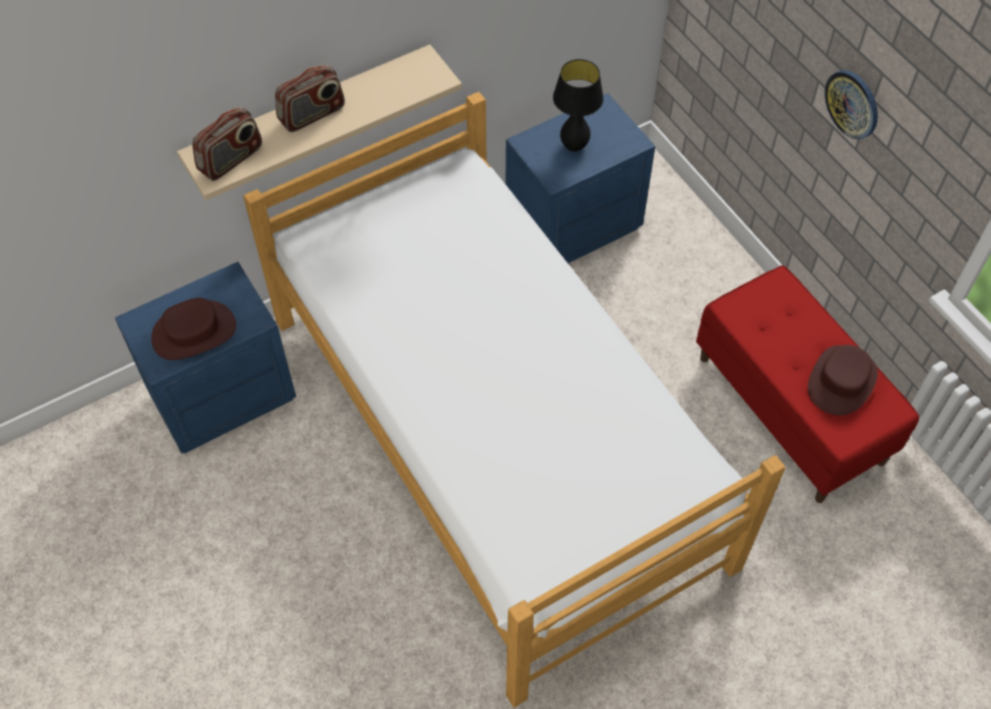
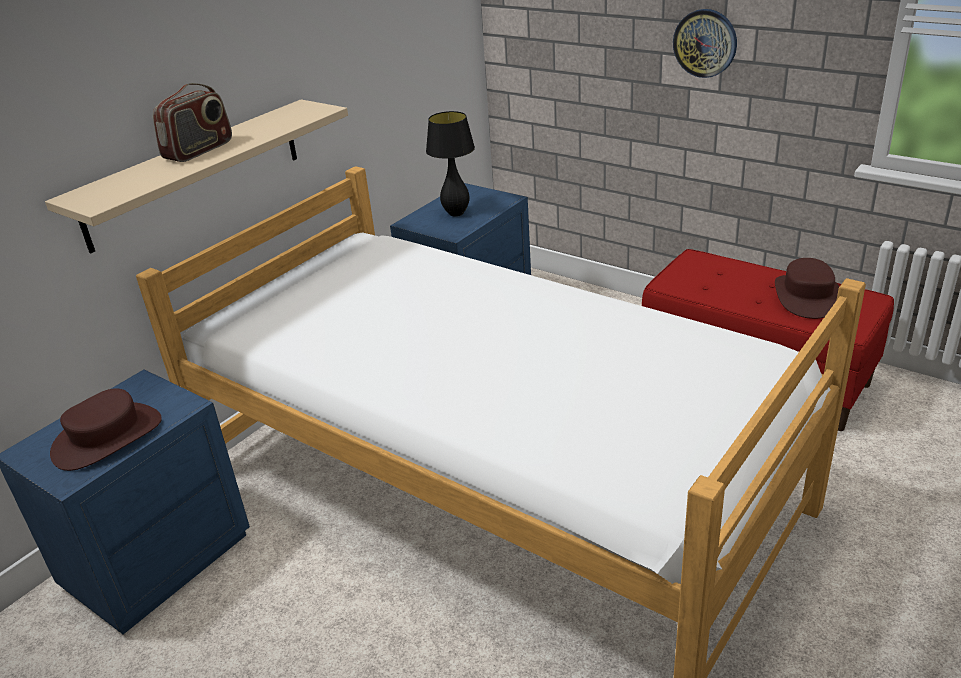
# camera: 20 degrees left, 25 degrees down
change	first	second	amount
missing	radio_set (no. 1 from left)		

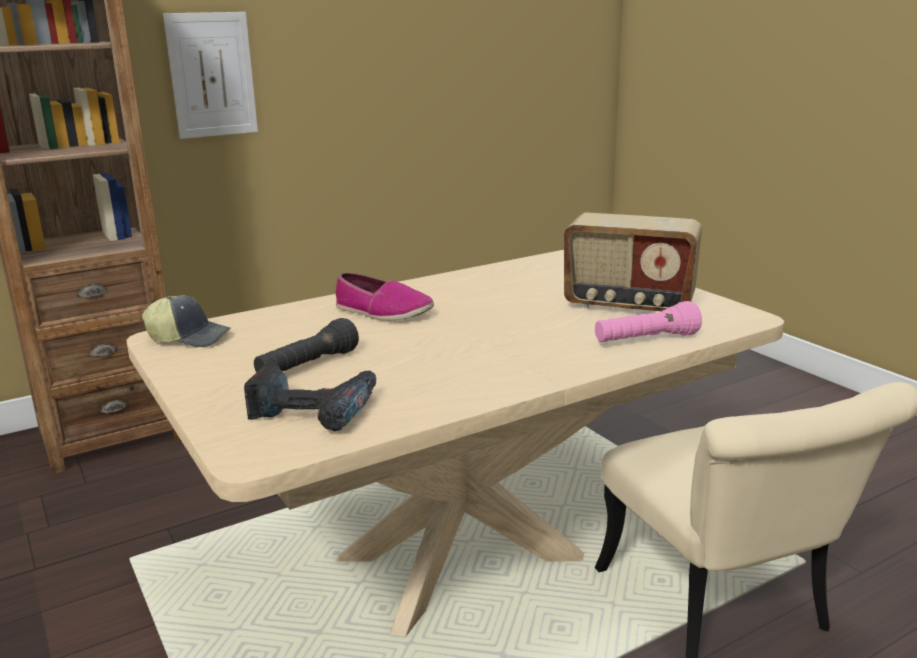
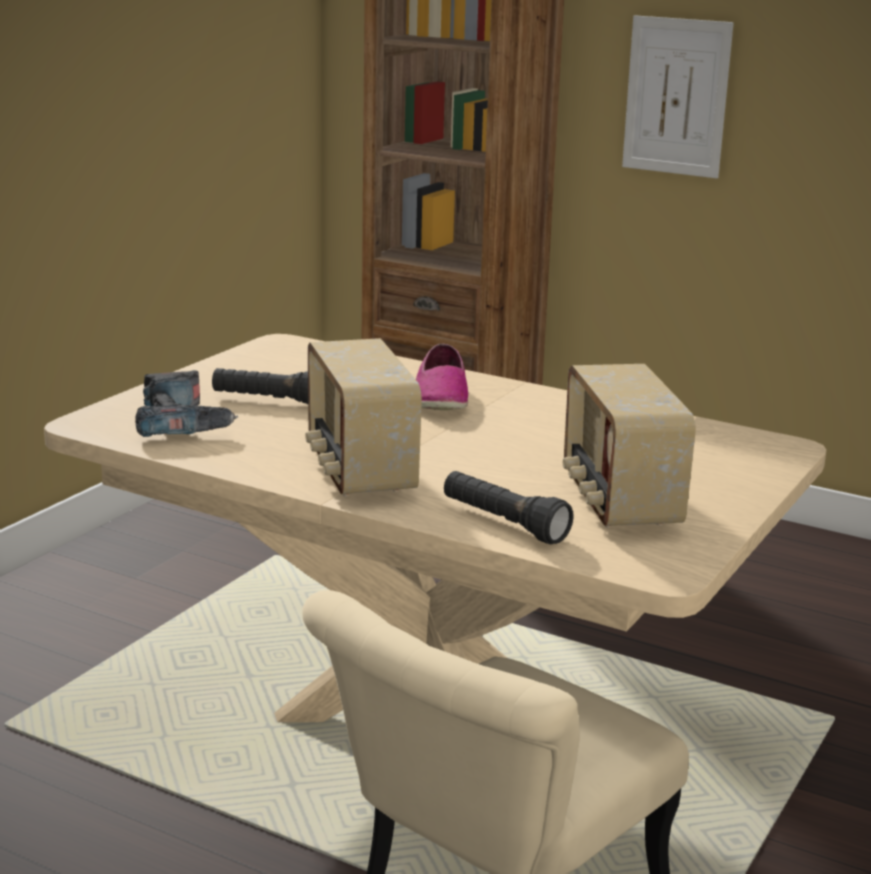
# camera: 60 degrees right, 0 degrees up
change	first	second	amount
missing	baseball_cap		
appeared		radio_set (no. 1 from left)	
colour	pink-coloured_torch	black_torch (no. 2 from left)	

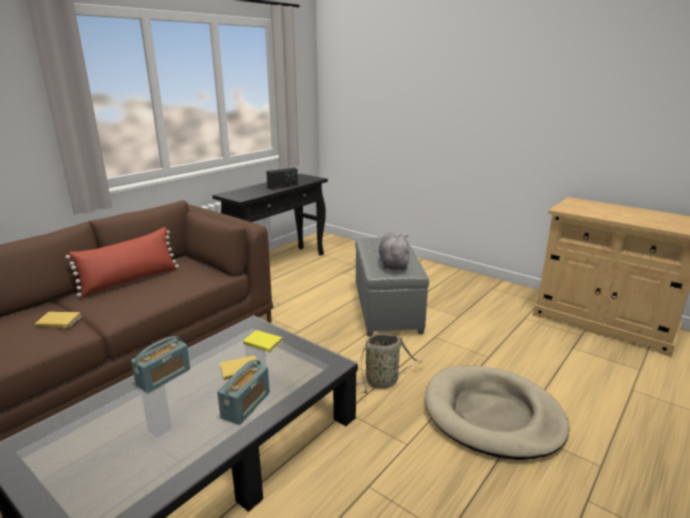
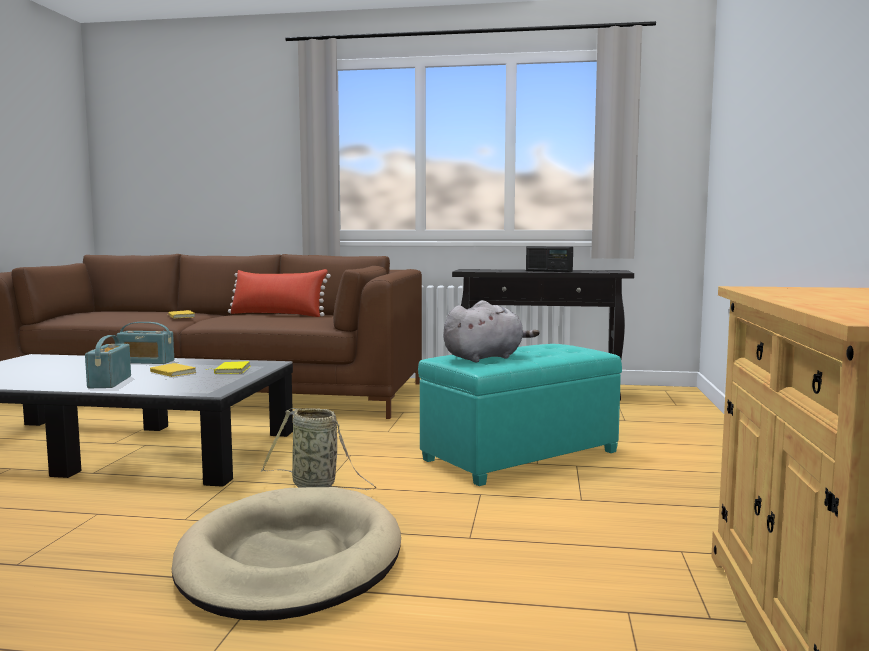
# camera: 60 degrees right, 15 degrees down
change	first	second	amount
colour	greyish_pouffe	turquoise-coloured_pouffe	
spun	radio_set (no. 2 from left in the first image)	radio_set (no. 1 from left)	90 degrees clockwise

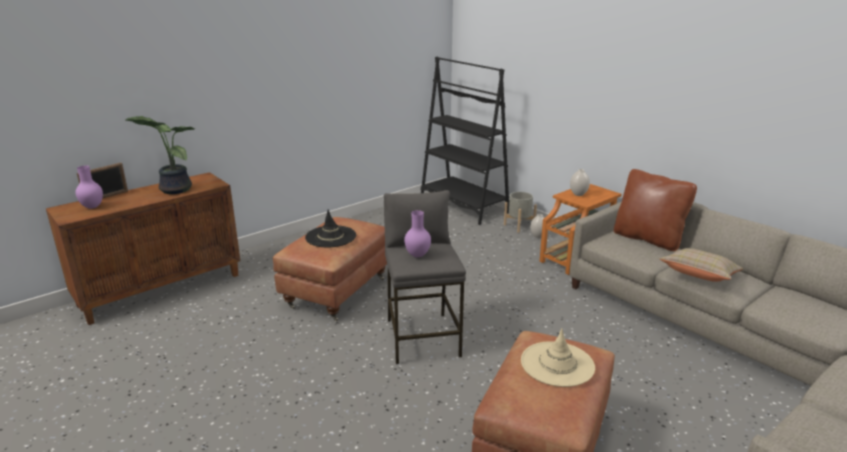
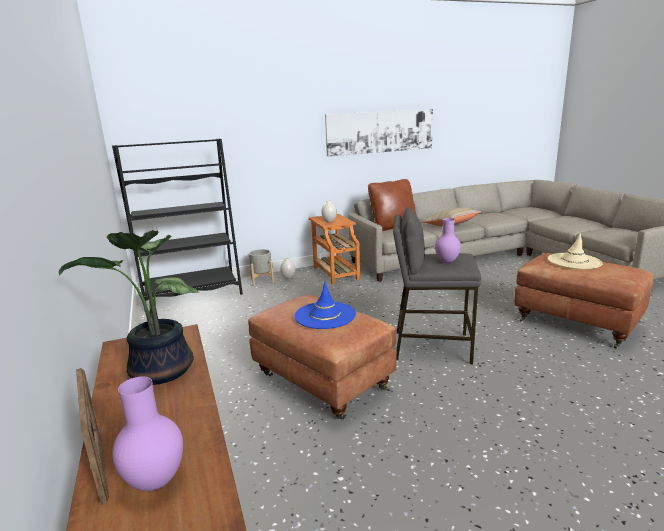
# camera: 70 degrees left, 5 degrees down
change	first	second	amount
appeared		wall_art	
colour	black_wearable_hat	blue_wearable_hat	

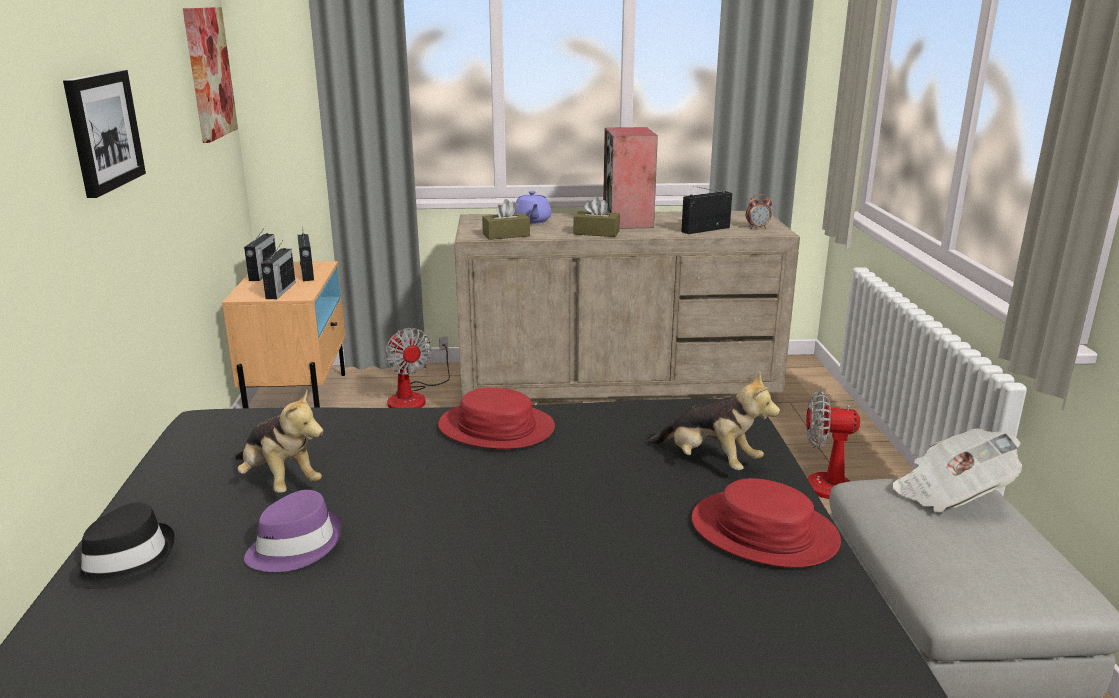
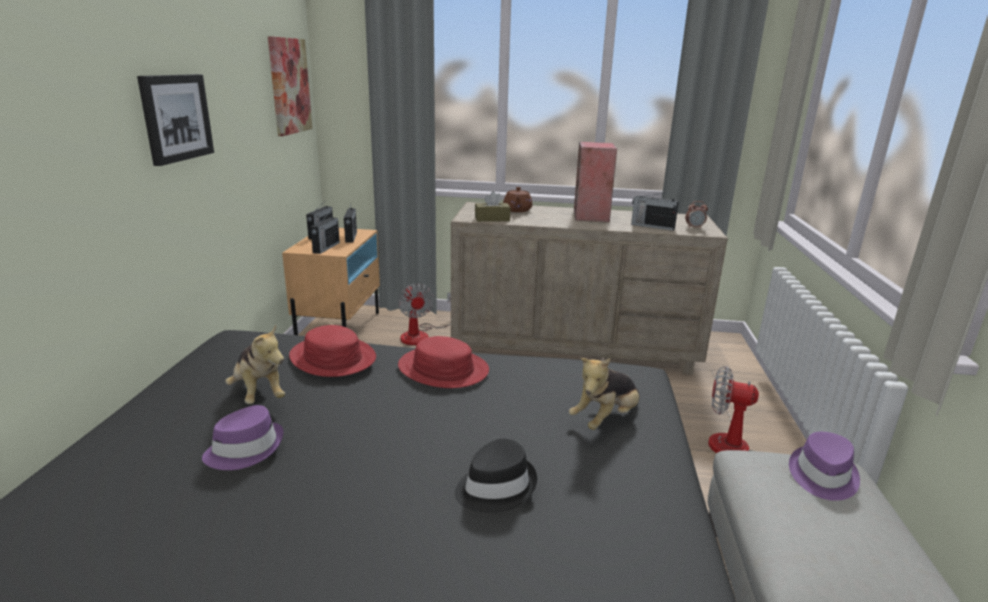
# camera: 10 degrees right, 0 degrees up
change	first	second	amount
missing	brownish_tissue_holder (no. 2 from left)		
relocated	black_wearable_hat		
relocated	red-coloured_wearable_hat (no. 2 from left in the first image)	red-coloured_wearable_hat (no. 1 from left)	
exchanged	daily_paper	purple-coloured_wearable_hat (no. 2 from left)	
colour	purple-coloured_teapot	brownish_teapot	
spun	plush_toy (no. 2 from left)		90 degrees clockwise
spun	radio_set (no. 4 from left)		135 degrees counterclockwise

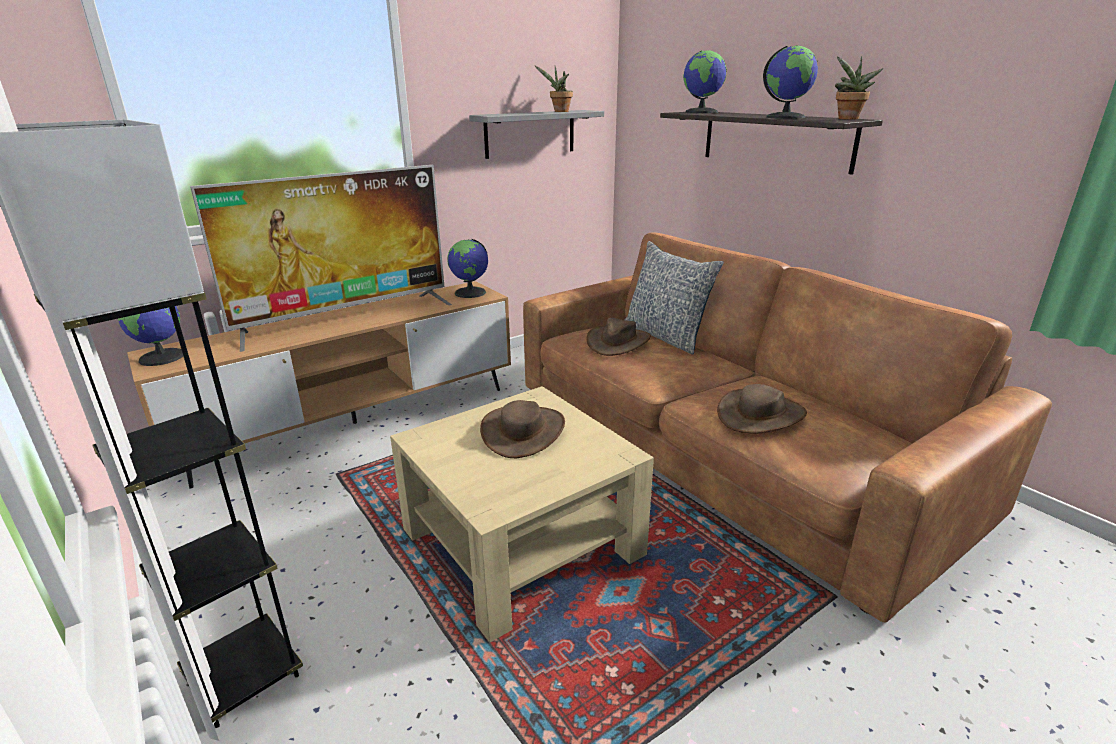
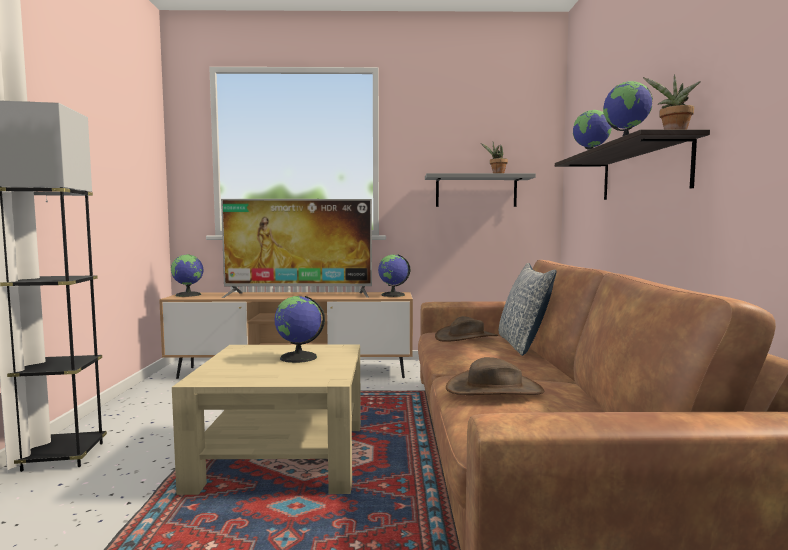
# camera: 35 degrees right, 20 degrees down
change	first	second	amount
exchanged	brownish_wearable_hat (no. 1 from left)	desk_globe (no. 2 from left)	

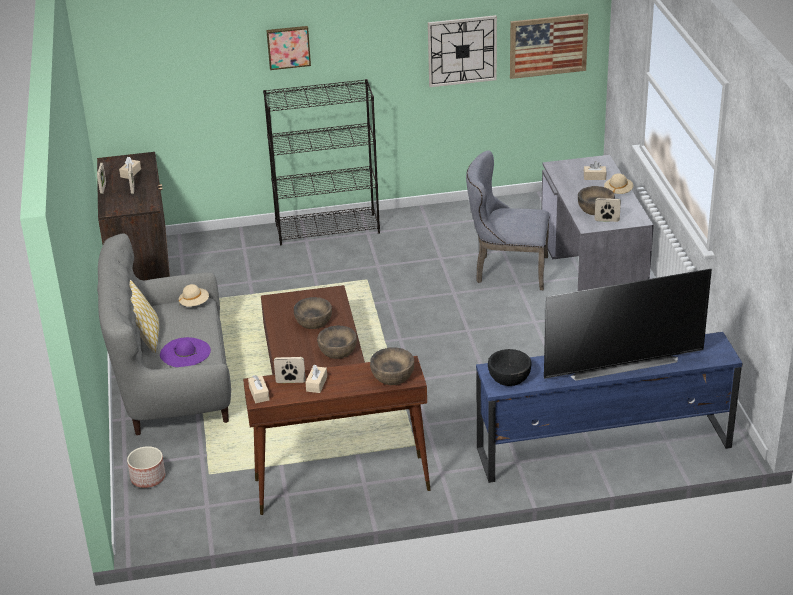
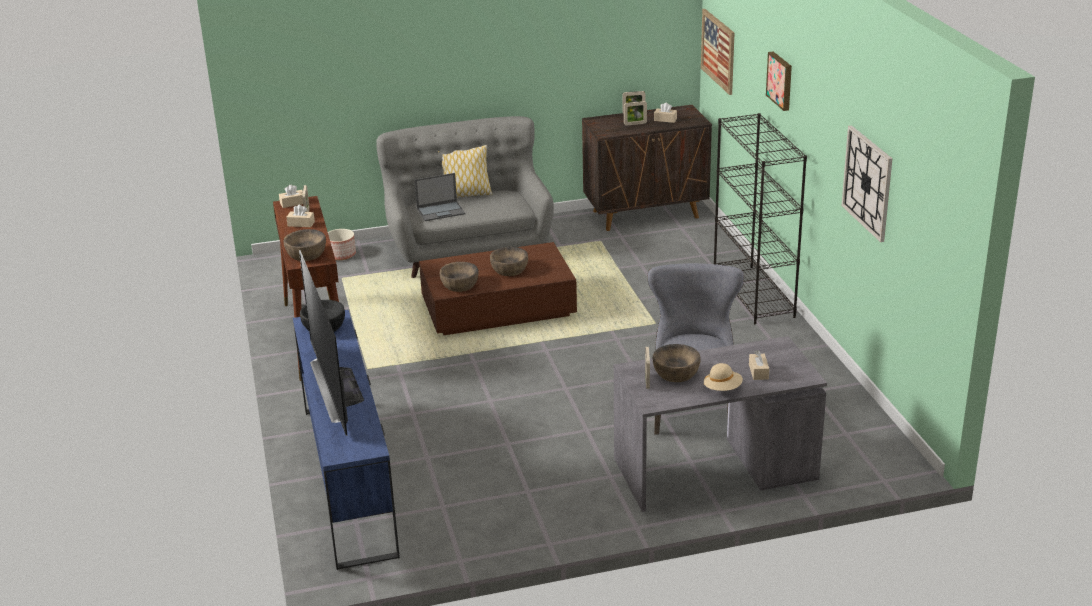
# camera: 85 degrees right, 5 degrees down
change	first	second	amount
missing	sand-coloured_wearable_hat (no. 1 from left)		
relocated	wall_art (no. 2 from left in the first image)	wall_art (no. 1 from left)	
exchanged	purple-coloured_wearable_hat	laptop	

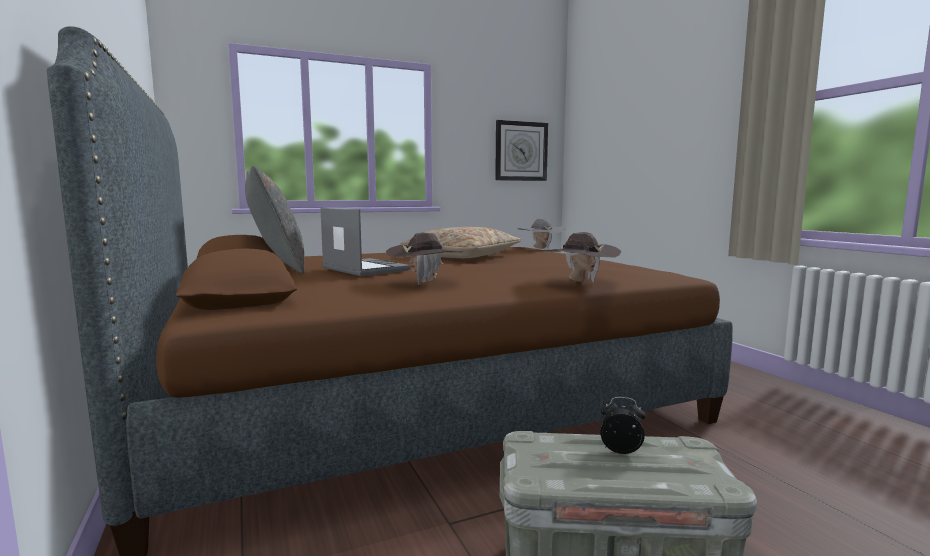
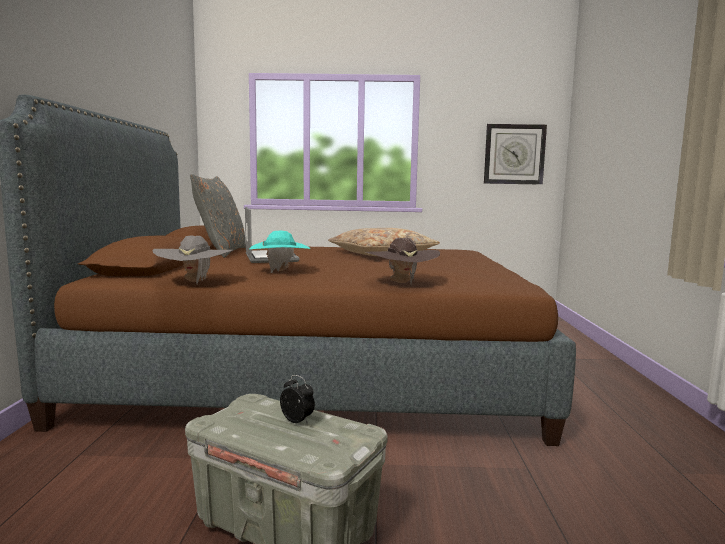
# camera: 25 degrees right, 0 degrees up
change	first	second	amount
relocated	greyish_wearable_hat		
colour	brownish_wearable_hat (no. 1 from left)	turquoise-coloured_wearable_hat	

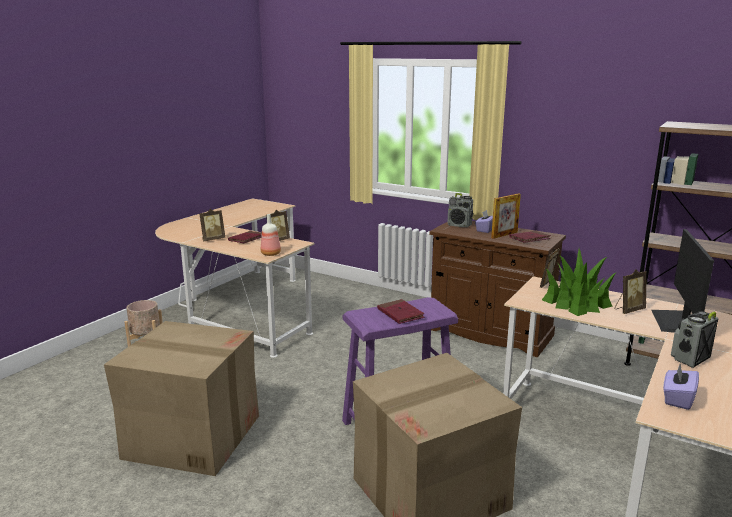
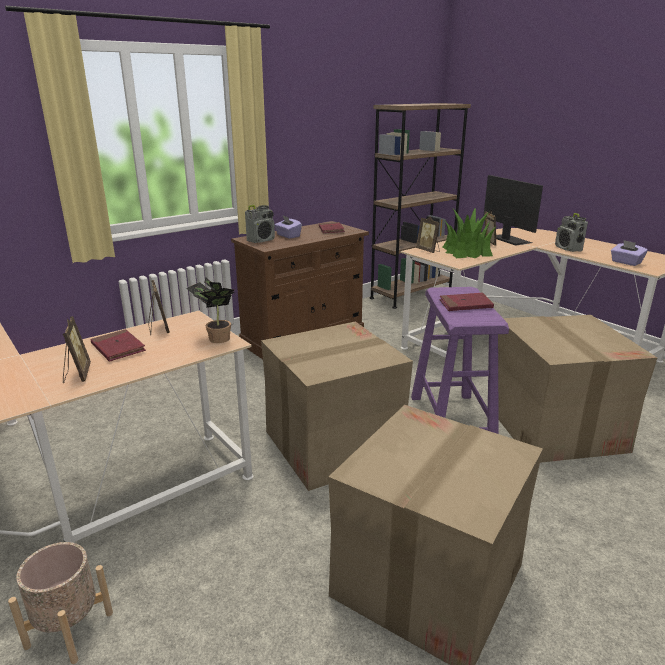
# camera: 70 degrees left, 5 degrees up
change	first	second	amount
missing	picture_frame (no. 3 from left)		
appeared		cardboard_box (no. 1 from left)	
exchanged	beverage_bottle	houseplant (no. 1 from left)	
spun	computer_screen		150 degrees counterclockwise

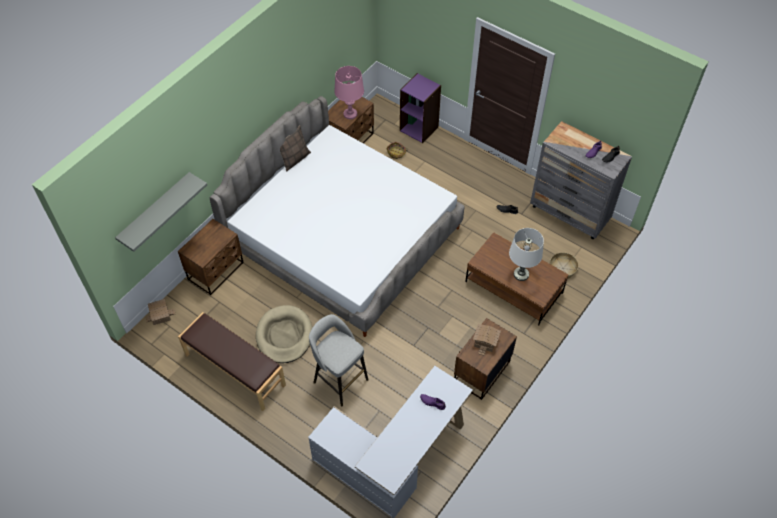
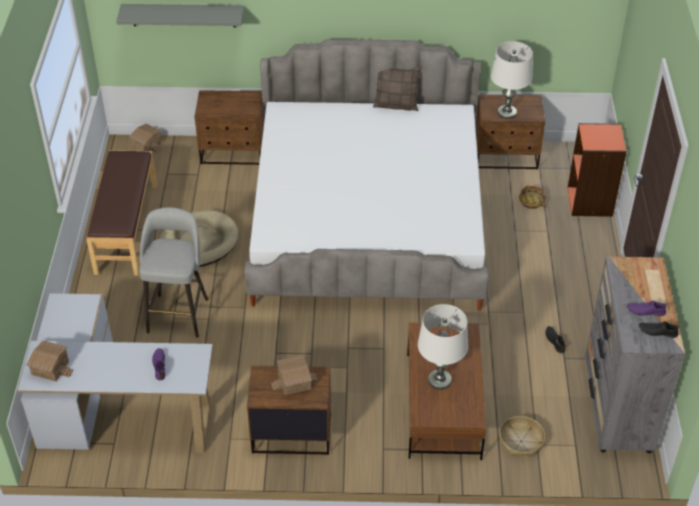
# camera: 55 degrees right, 10 degrees down
change	first	second	amount
appeared		toy_house (no. 1 from left)	
colour	pink-coloured_table_lamp	white_table_lamp (no. 2 from left)	
colour	purple-coloured_bookcase	orange-coloured_bookcase	

